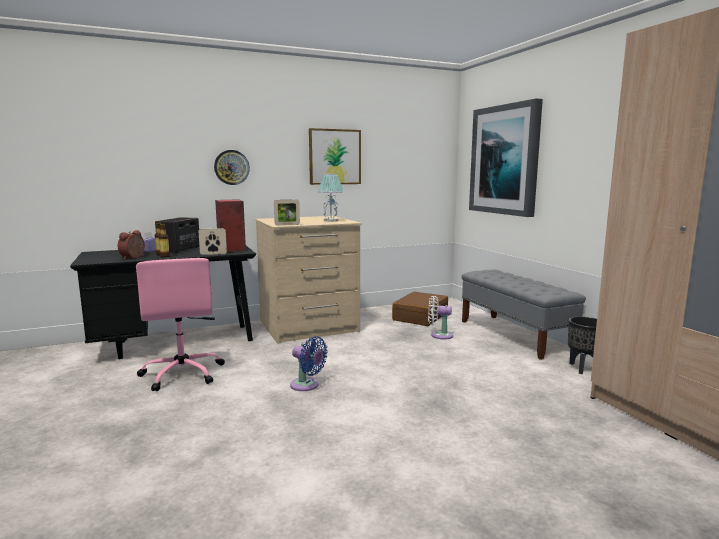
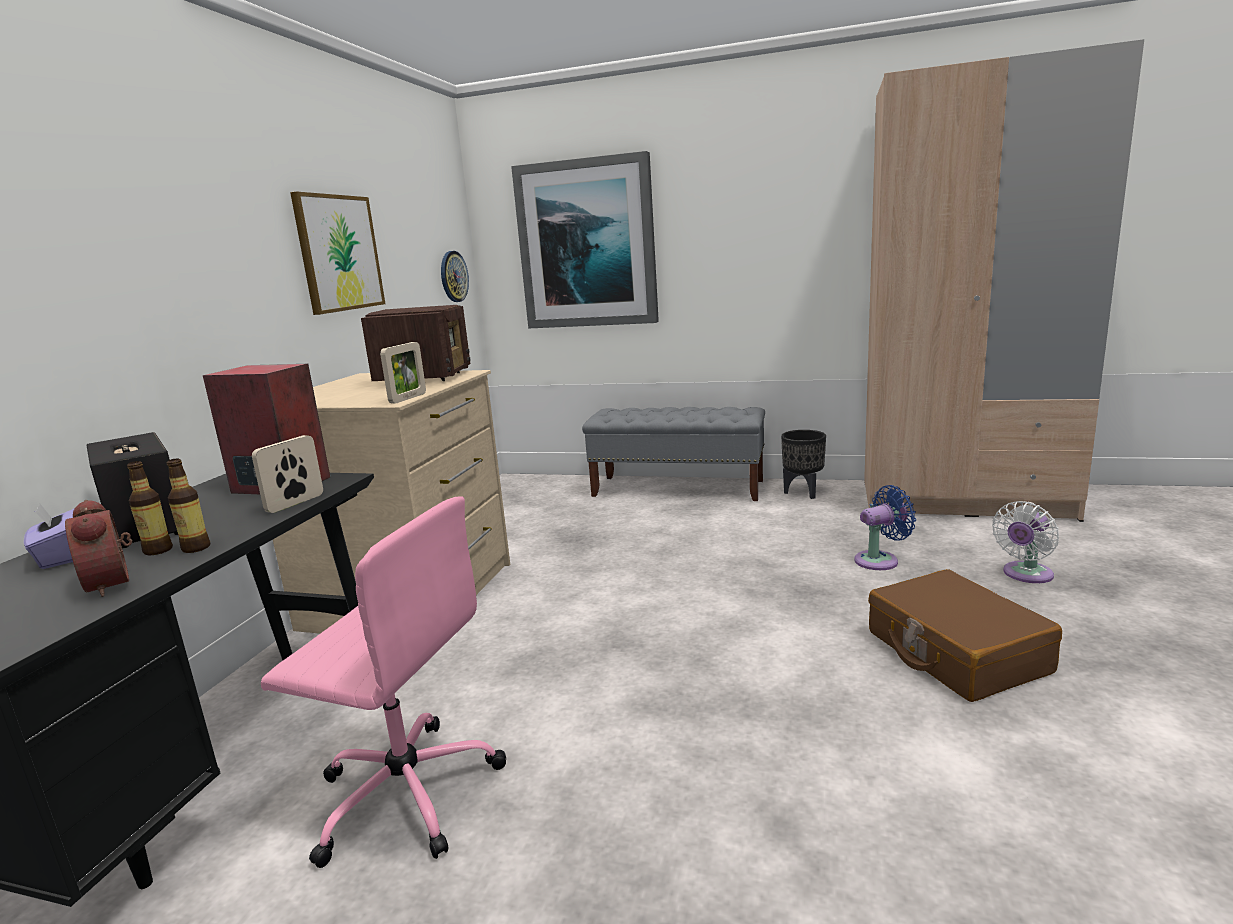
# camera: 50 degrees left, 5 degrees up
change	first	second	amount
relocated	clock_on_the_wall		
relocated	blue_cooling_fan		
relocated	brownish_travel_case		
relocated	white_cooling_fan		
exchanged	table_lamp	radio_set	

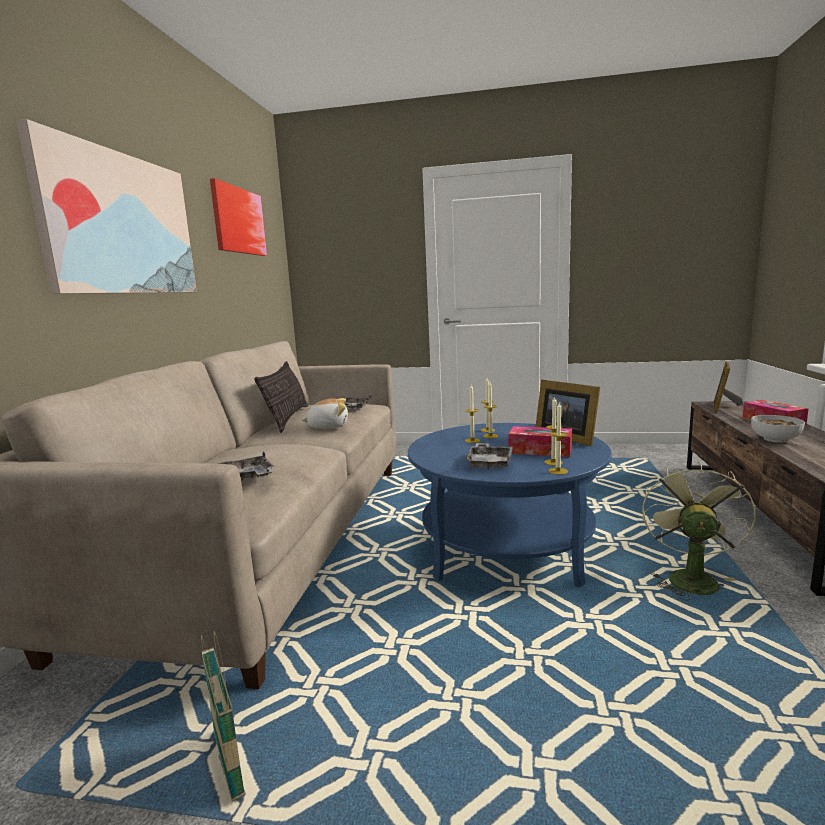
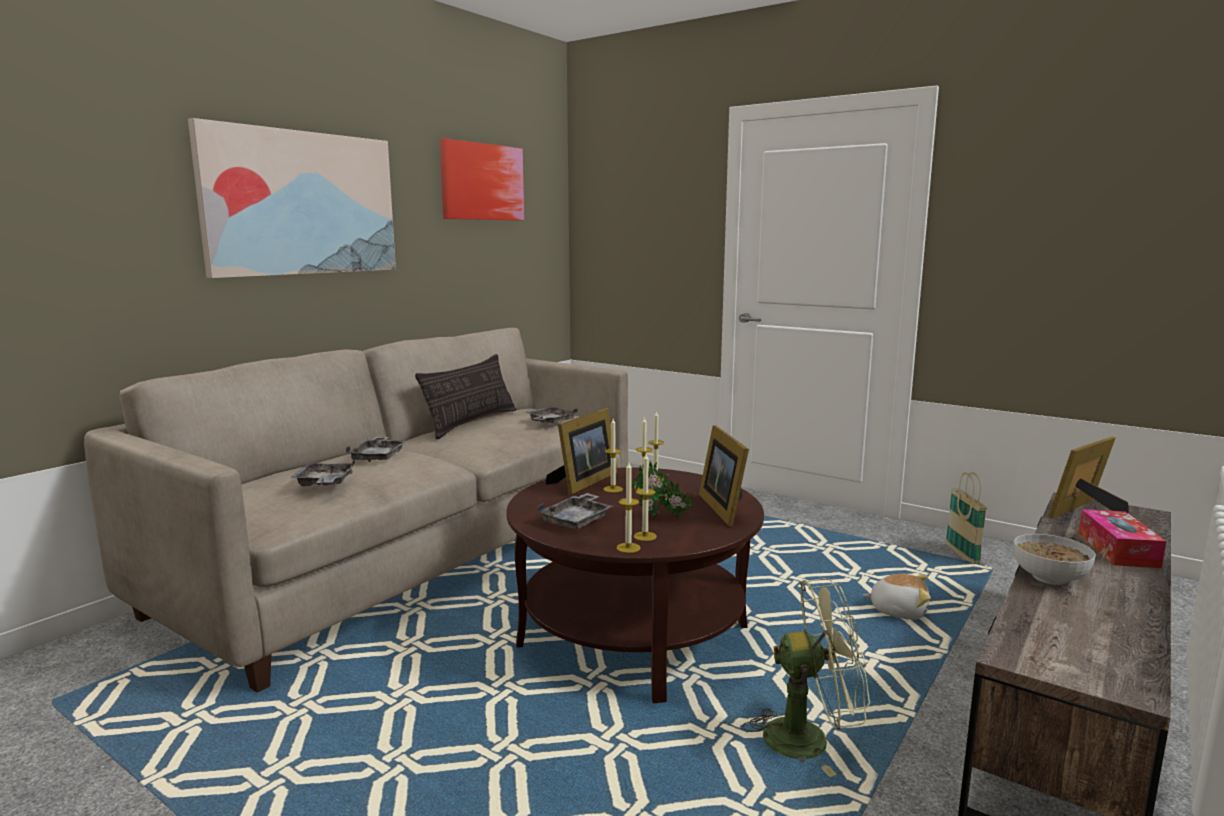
# camera: 25 degrees right, 0 degrees up
change	first	second	amount
appeared		greyish_serving_tray (no. 2 from left)	
appeared		picture_frame (no. 1 from left)	
relocated	basket		
relocated	plush_toy		
exchanged	tissue_holder (no. 1 from left)	houseplant	
colour	blue_lounge_table	brownish_lounge_table	
spun	greenish_cooling_fan		45 degrees clockwise

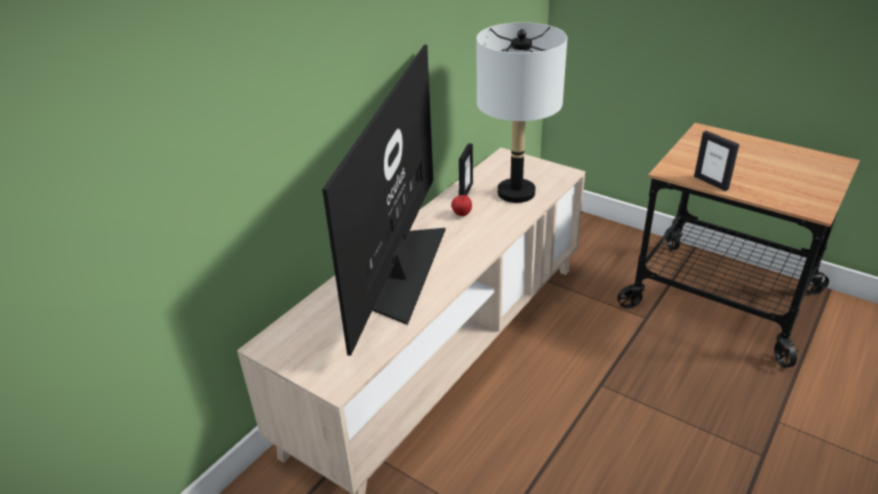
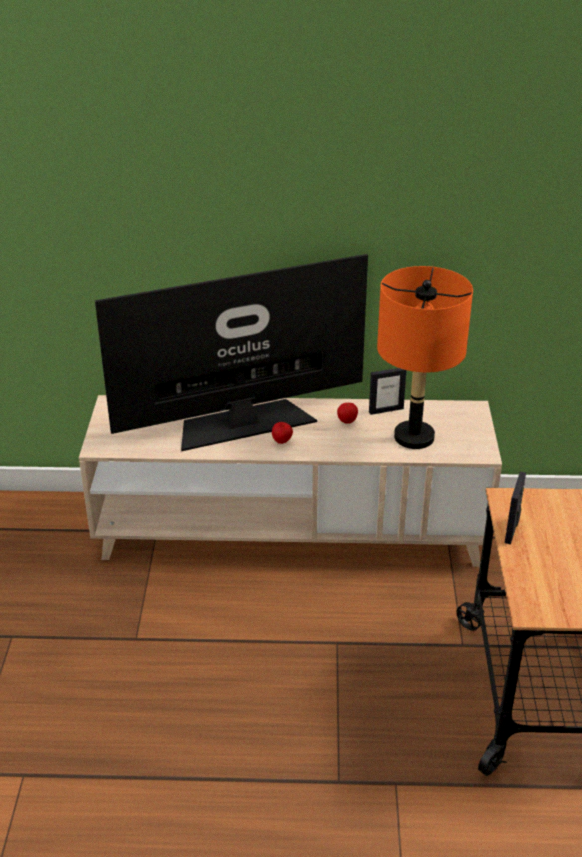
# camera: 55 degrees right, 0 degrees up
change	first	second	amount
appeared		whole_apple (no. 1 from left)	
colour	white_table_lamp	orange-coloured_table_lamp	

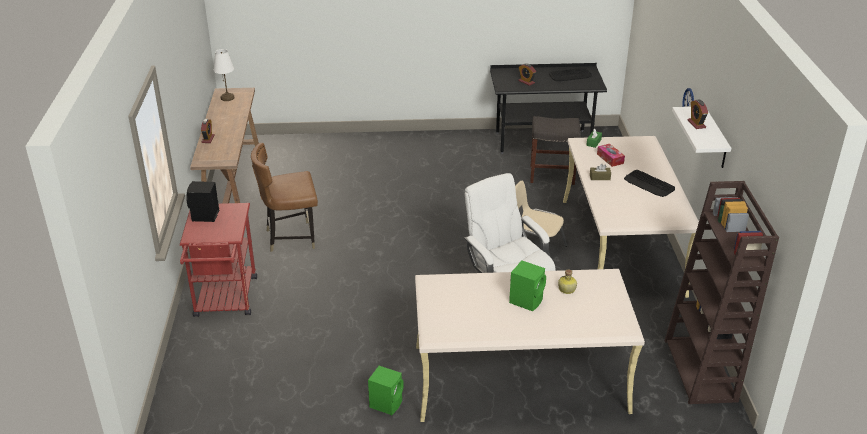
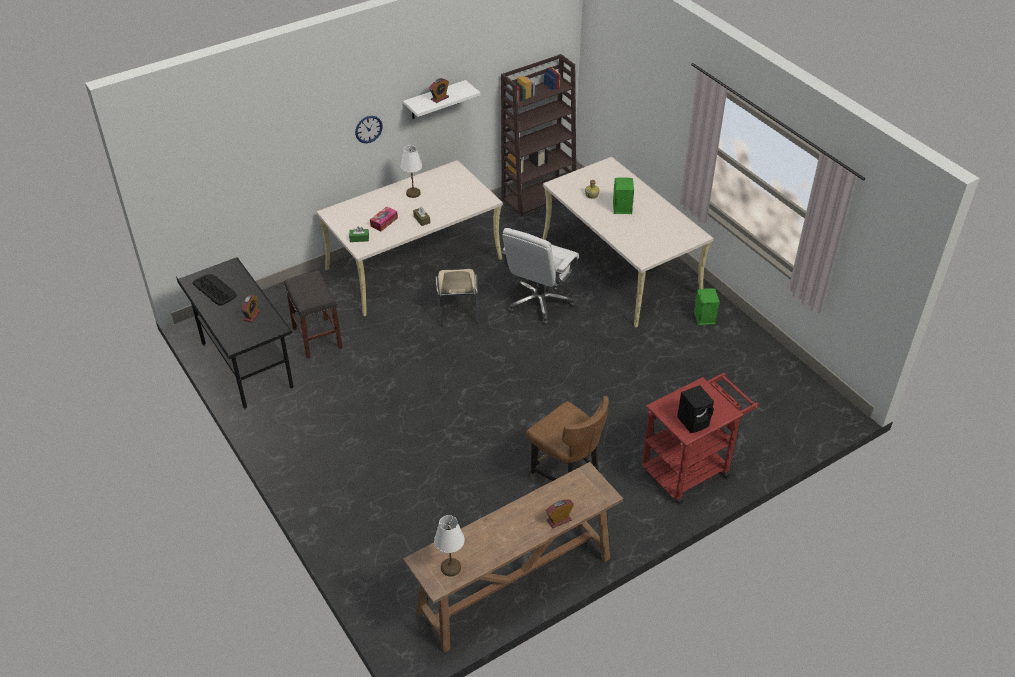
# camera: 120 degrees left, 10 degrees up
change	first	second	amount
exchanged	computer_keyboard (no. 2 from left)	white_table_lamp (no. 1 from left)	

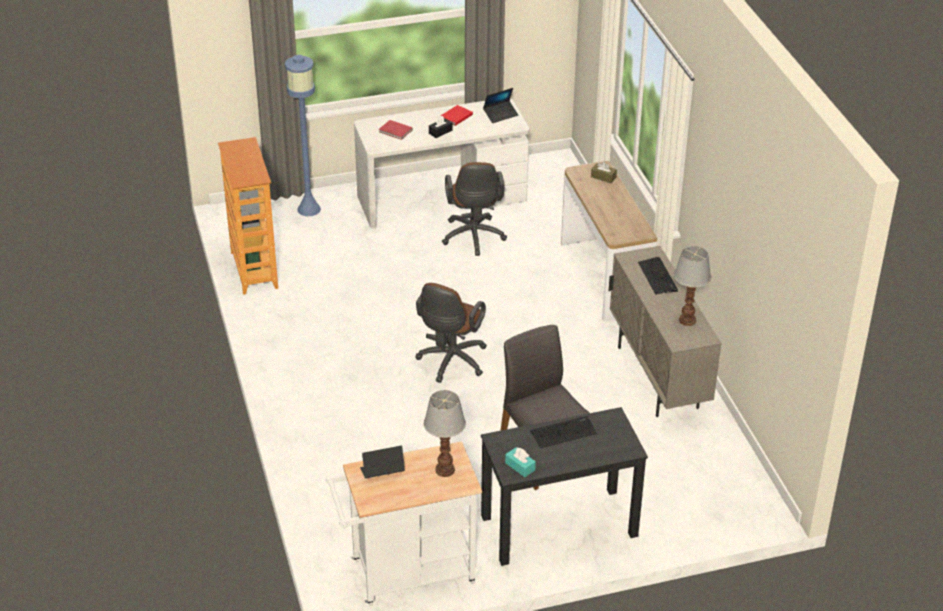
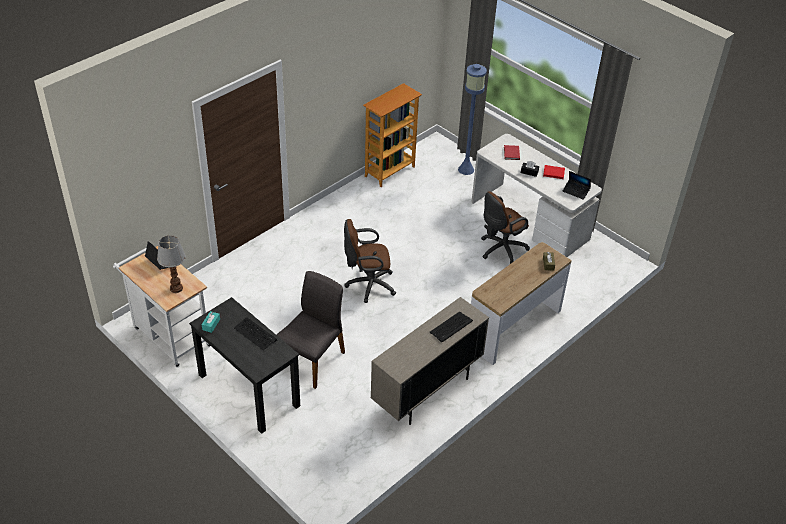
# camera: 60 degrees right, 5 degrees up
change	first	second	amount
missing	table_lamp (no. 2 from left)		

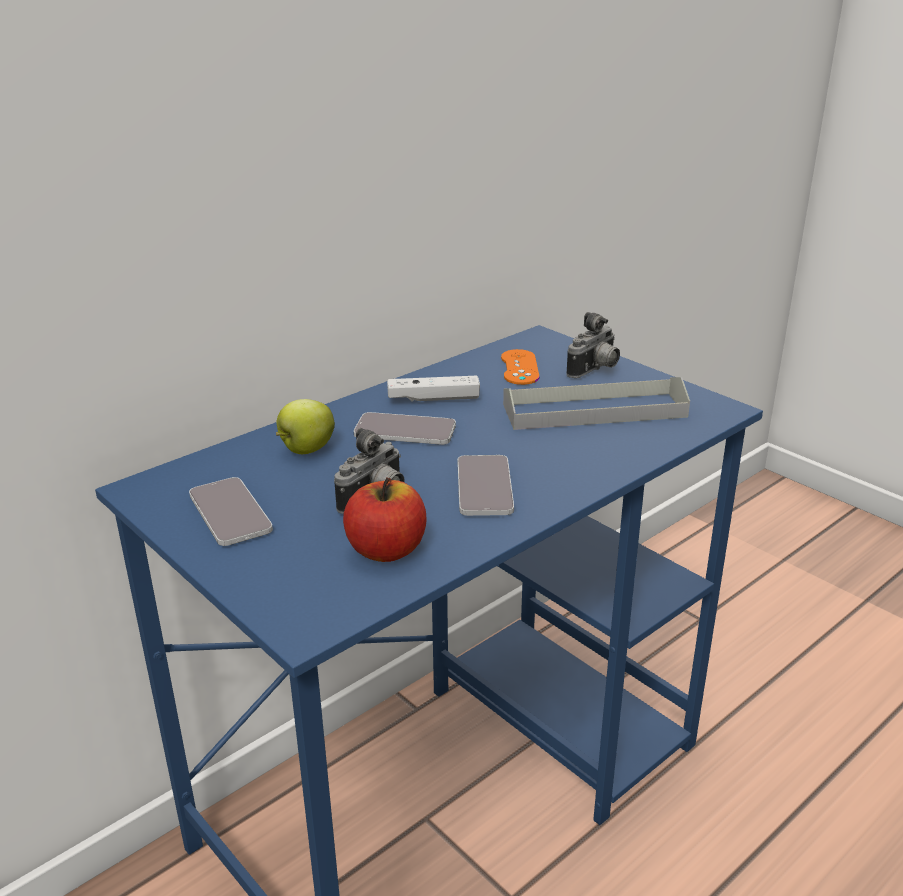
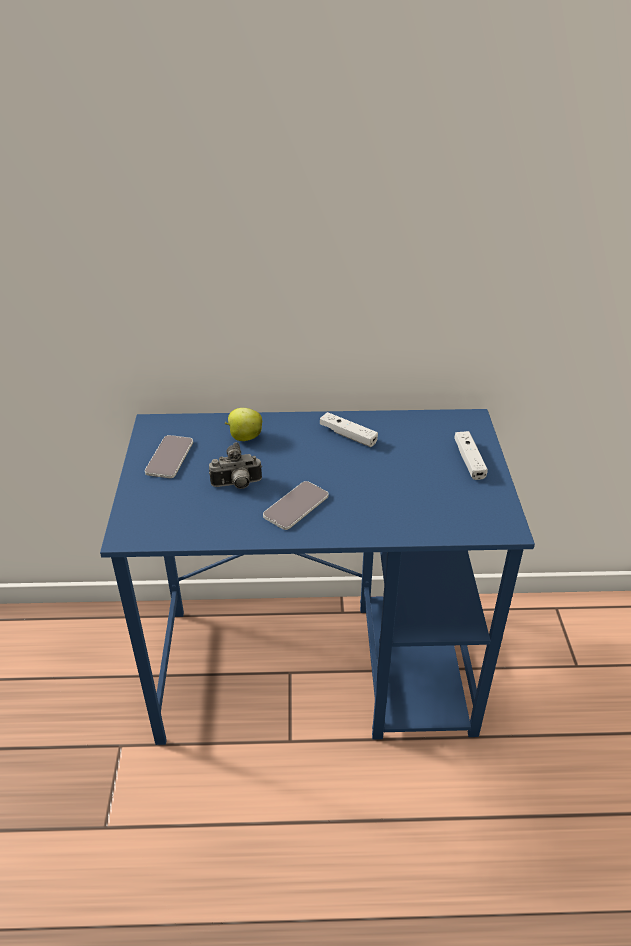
# camera: 40 degrees right, 10 degrees up
change	first	second	amount
missing	whole_apple (no. 2 from left)		
missing	phone (no. 2 from left)		
missing	orange-coloured_gamepad		
missing	greyish_serving_tray		
exchanged	still_camera (no. 2 from left)	white_gamepad (no. 2 from left)	

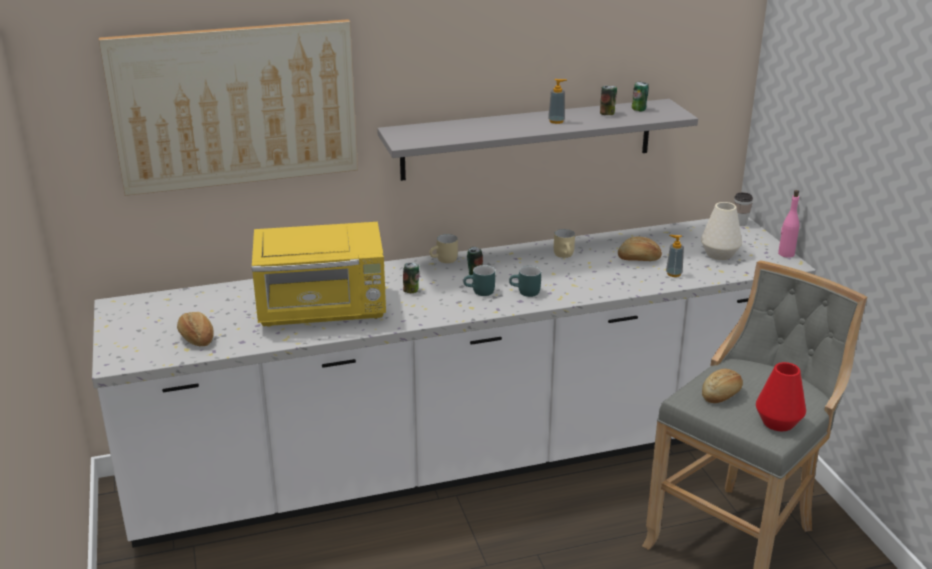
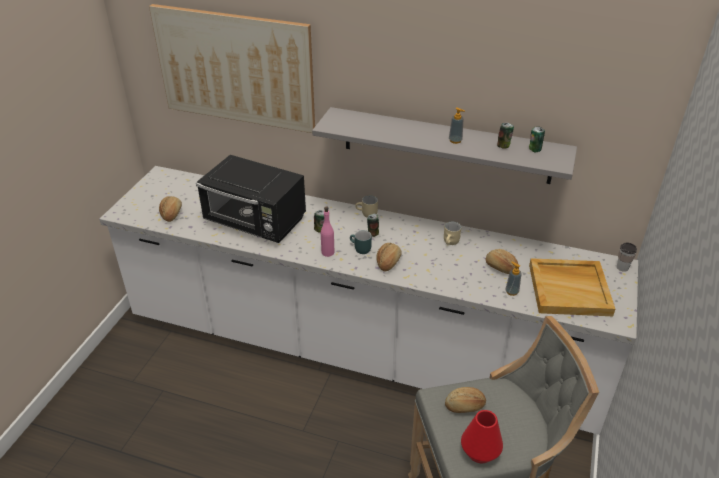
# camera: 35 degrees right, 10 degrees up
change	first	second	amount
relocated	pink-coloured_beverage_bottle		
exchanged	turquoise-coloured_tea_mug (no. 2 from left)	bread (no. 2 from left)	
exchanged	white_vase	sand-coloured_serving_tray	
colour	yellowish_microwave_oven	black_microwave_oven	

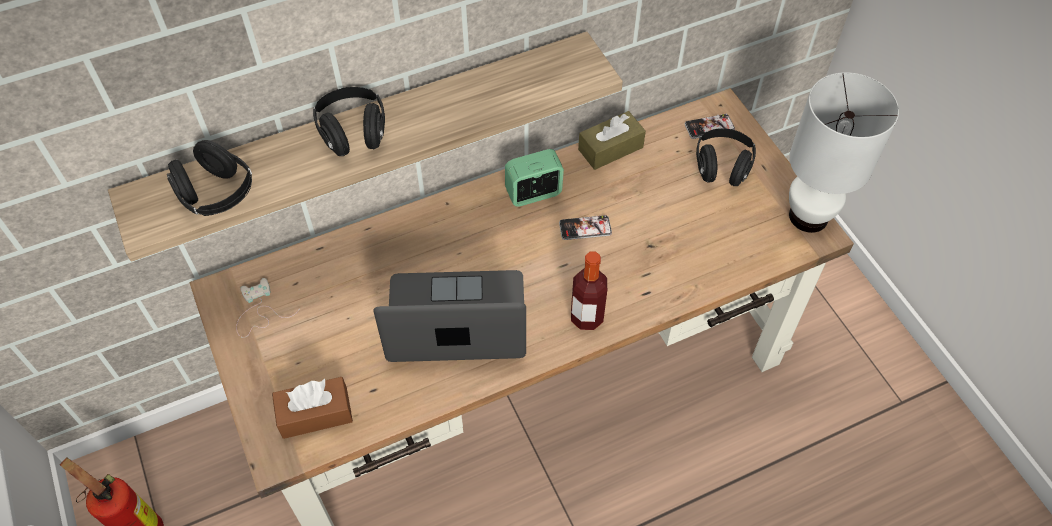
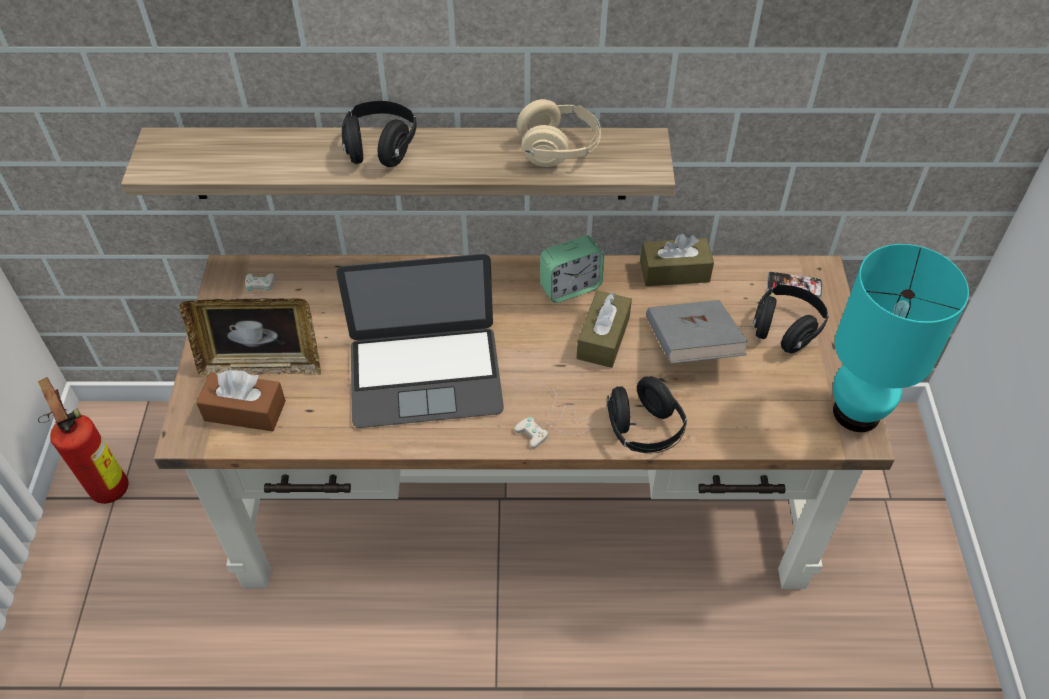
# camera: 25 degrees right, 5 degrees down
change	first	second	amount
appeared		picture_frame	
appeared		sand-coloured_headset	
appeared		greyish_book	
relocated	black_headset (no. 1 from left in the first image)	black_headset (no. 2 from left)	
exchanged	phone (no. 1 from left)	brownish_tissue_holder (no. 2 from left)	
exchanged	beverage_bottle	white_gamepad (no. 2 from left)	
colour	white_table_lamp	turquoise-coloured_table_lamp	
spun	laptop		150 degrees clockwise
spun	bedside_clock		150 degrees clockwise

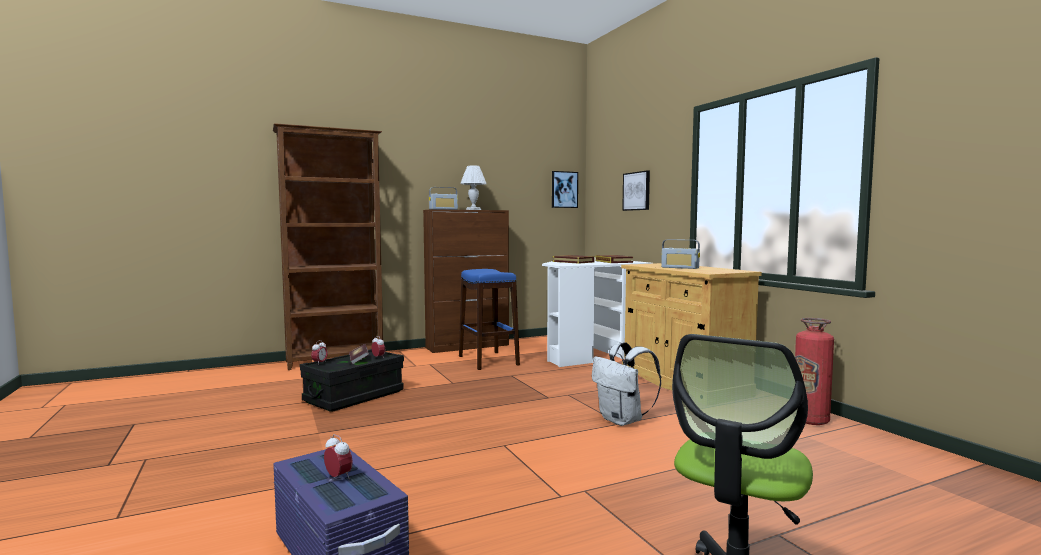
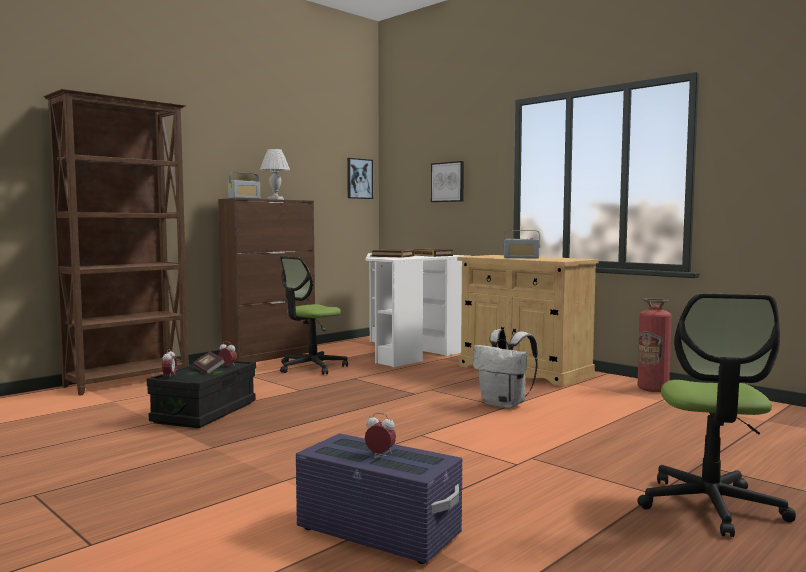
# camera: 20 degrees left, 0 degrees up
change	first	second	amount
exchanged	blue_stool_seat	office_chair (no. 1 from left)	

